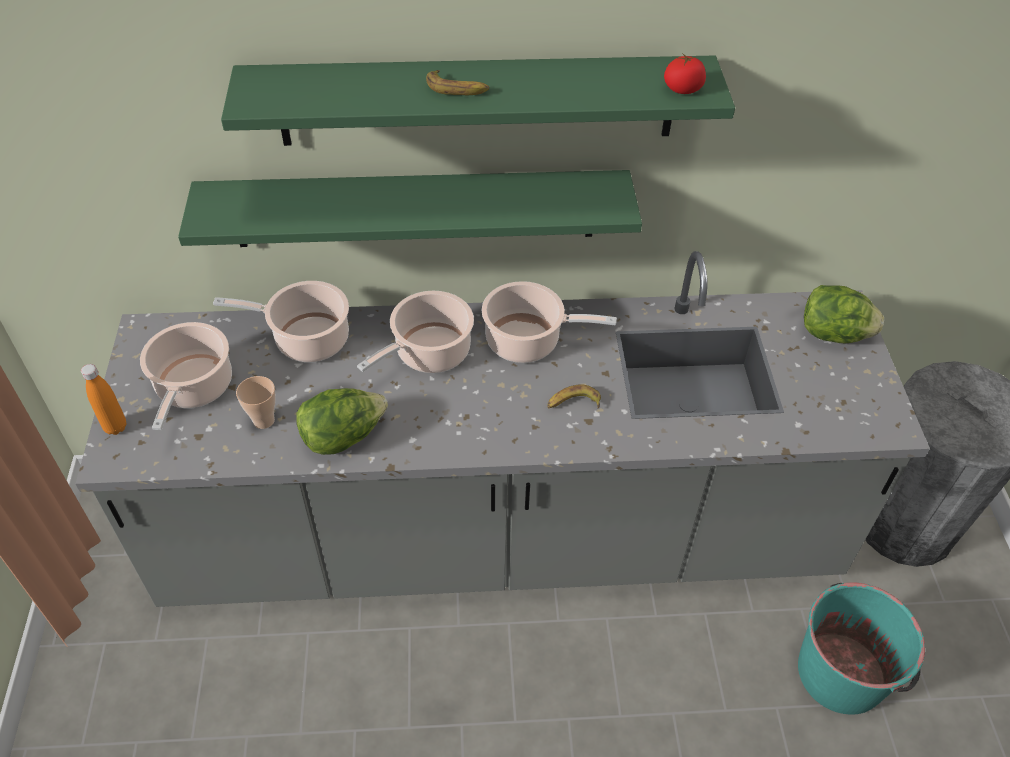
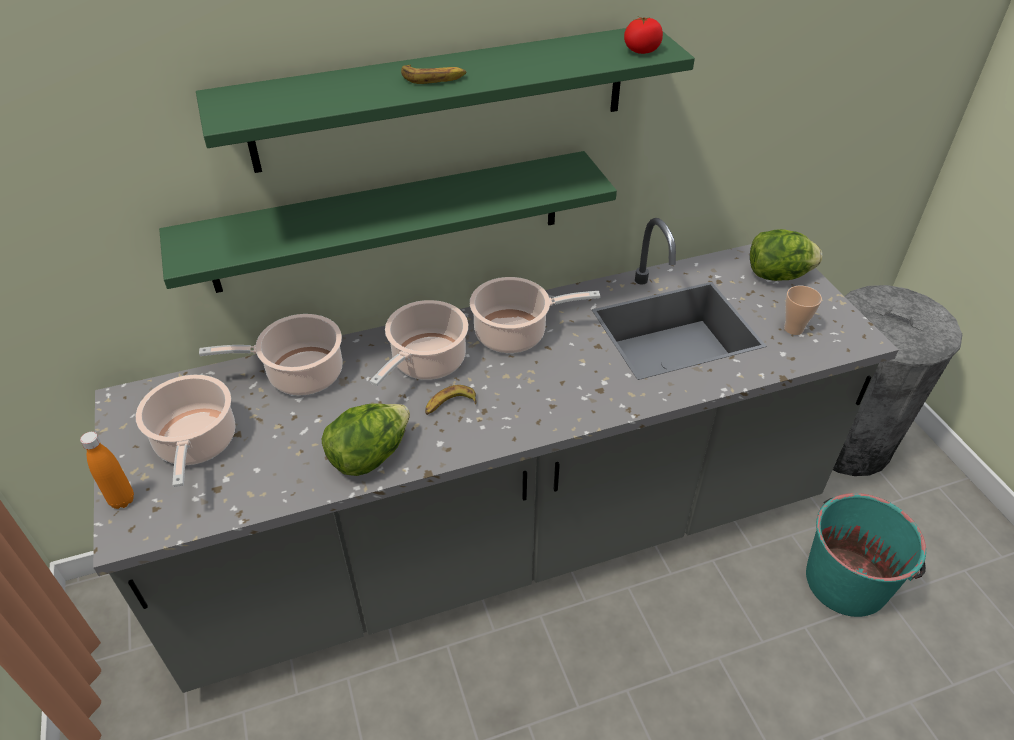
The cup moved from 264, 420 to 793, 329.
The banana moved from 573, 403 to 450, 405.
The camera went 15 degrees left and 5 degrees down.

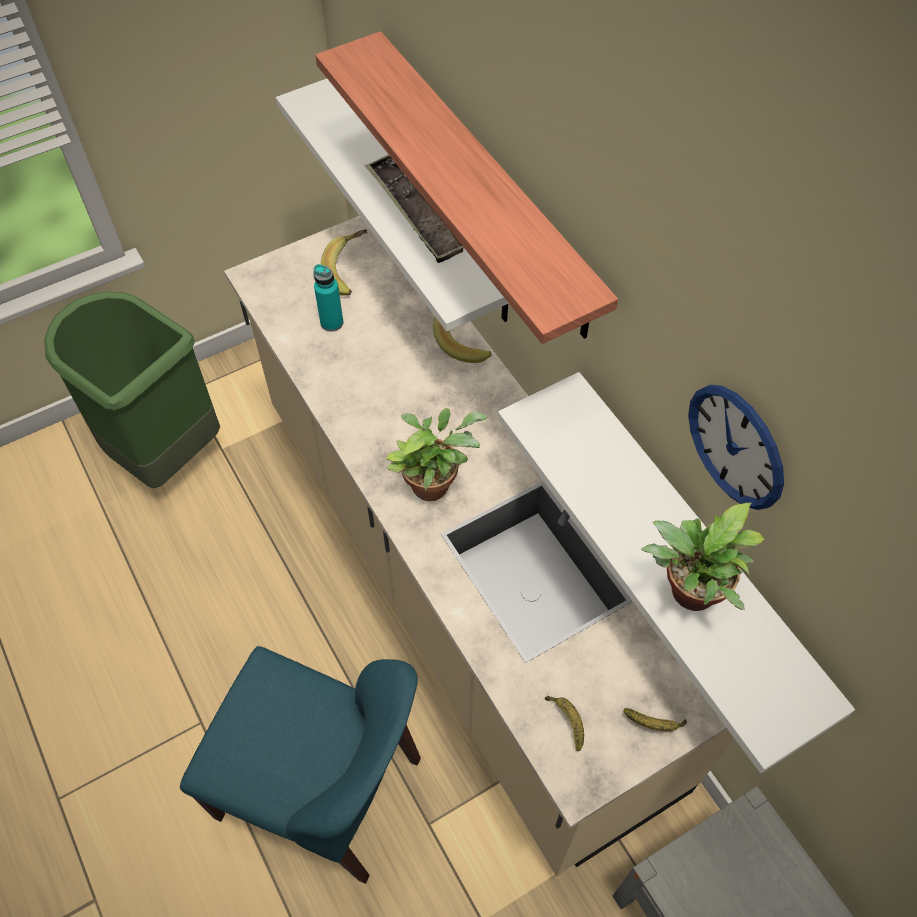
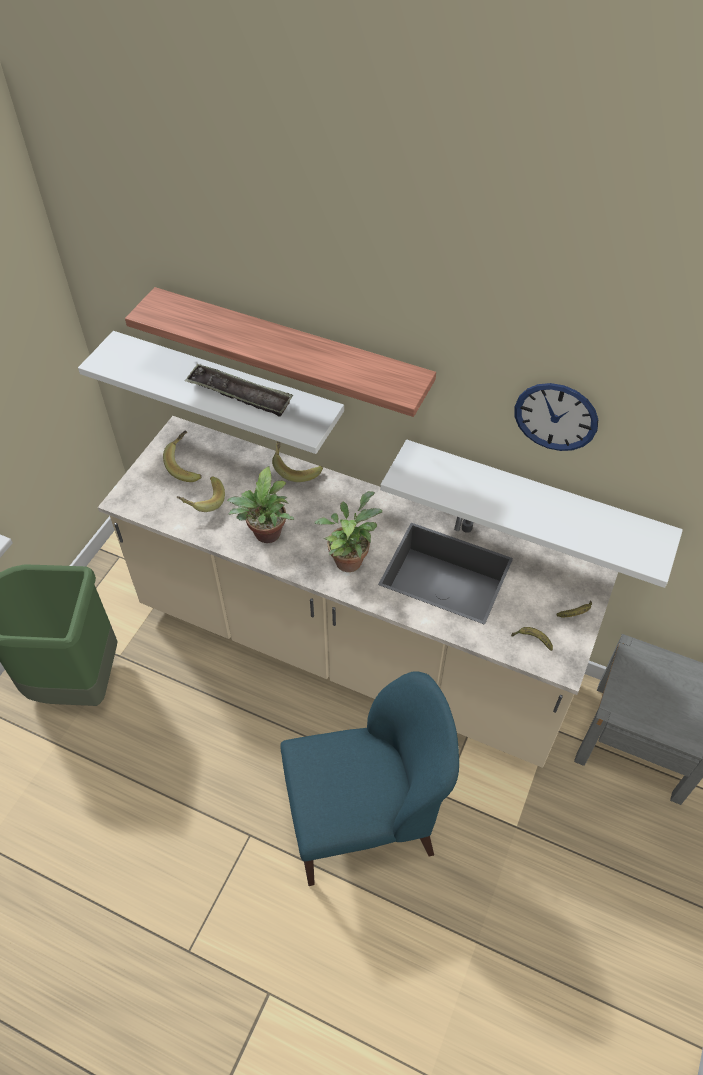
The blue-green drink bottle at 332, 322 was replaced by the banana at 202, 501.
The houseplant moved from 688, 595 to 266, 536.
The camera went 35 degrees left and 5 degrees down.

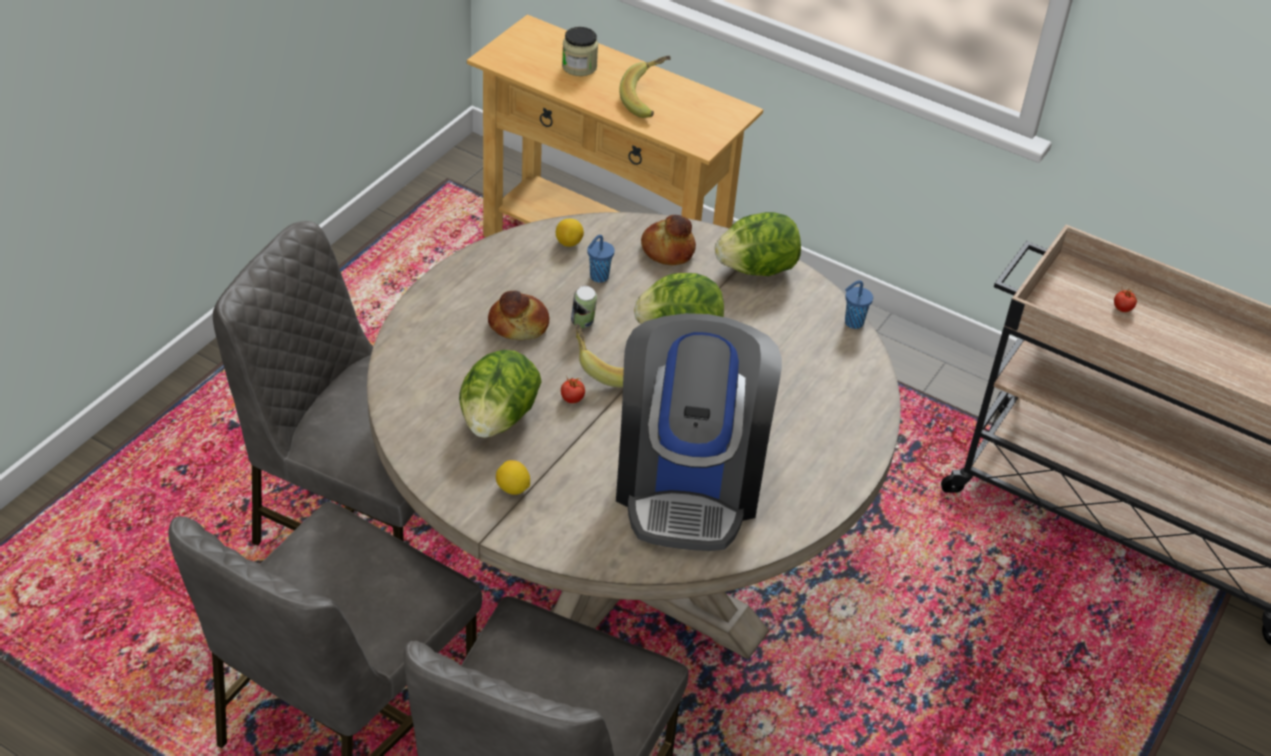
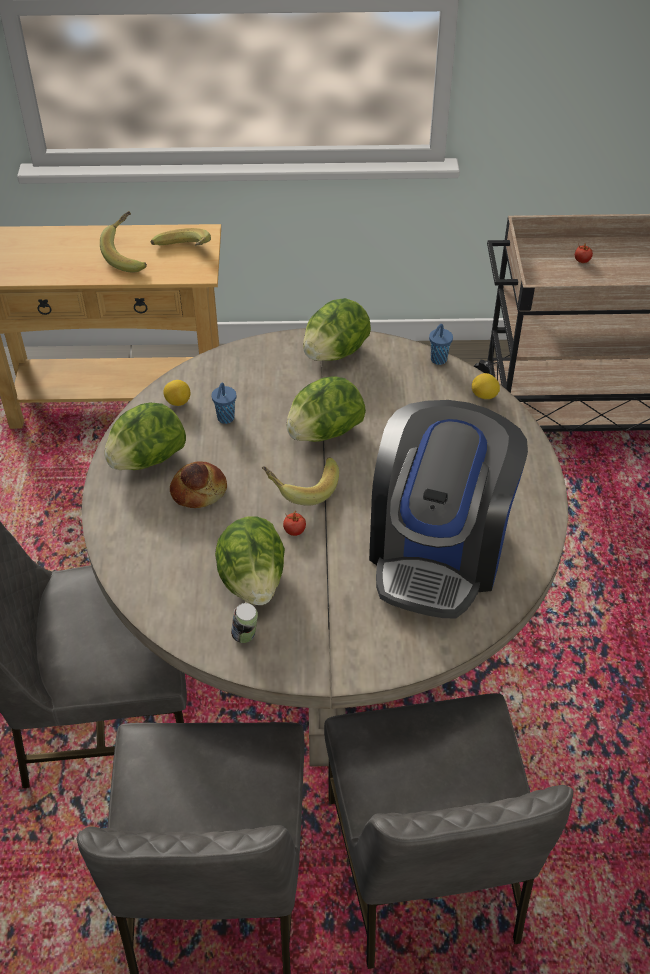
The whole lemon moved from 512, 489 to 484, 396.
The storage jar at 579, 67 disappeared.
The sealed can moved from 583, 324 to 245, 636.
The coffee machine at 689, 482 turned 45 degrees clockwise.
The baked bread at 667, 250 disappeared.
The head of lettuce at 147, 459 appeared.
The banana at 183, 254 appeared.
The camera went 30 degrees left and 5 degrees up.

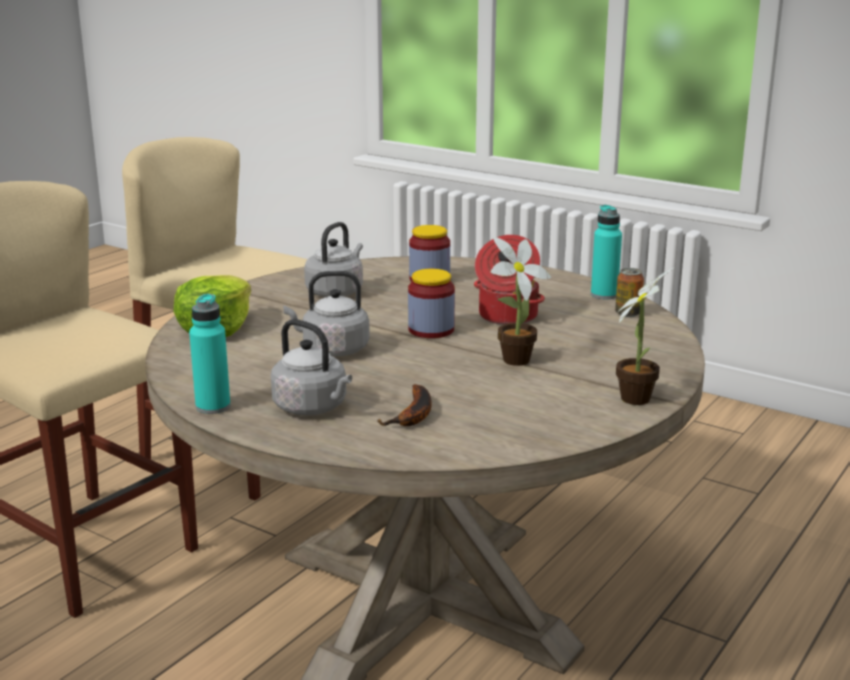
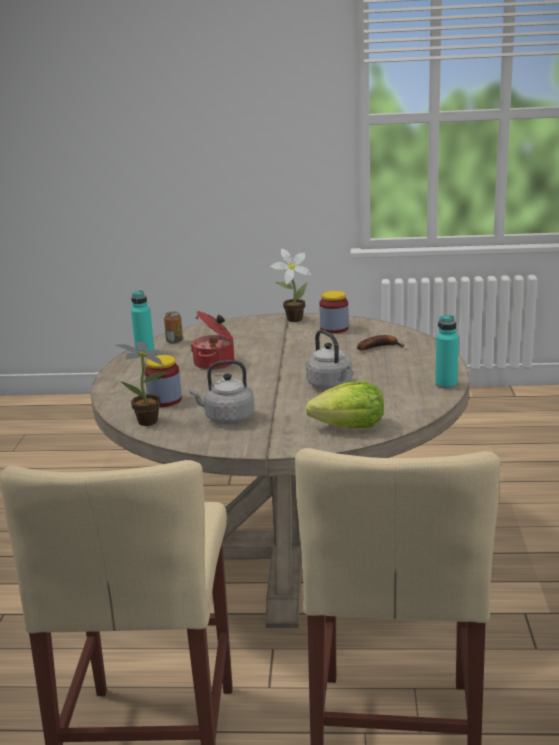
The grey kettle at 313, 408 disappeared.
The storage jar moved from 431, 330 to 334, 329.
The houseplant moved from 512, 361 to 151, 422.
The camera went 120 degrees left and 0 degrees up.

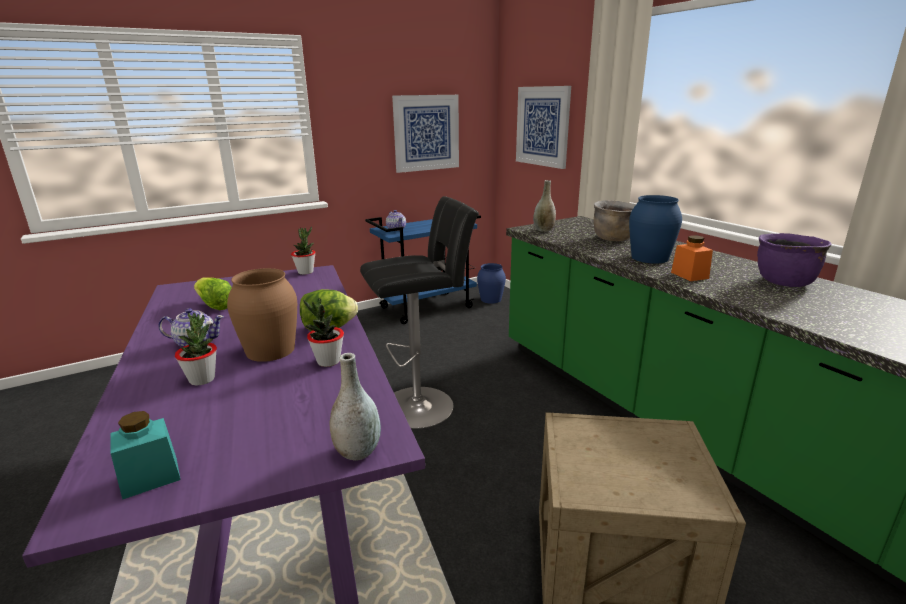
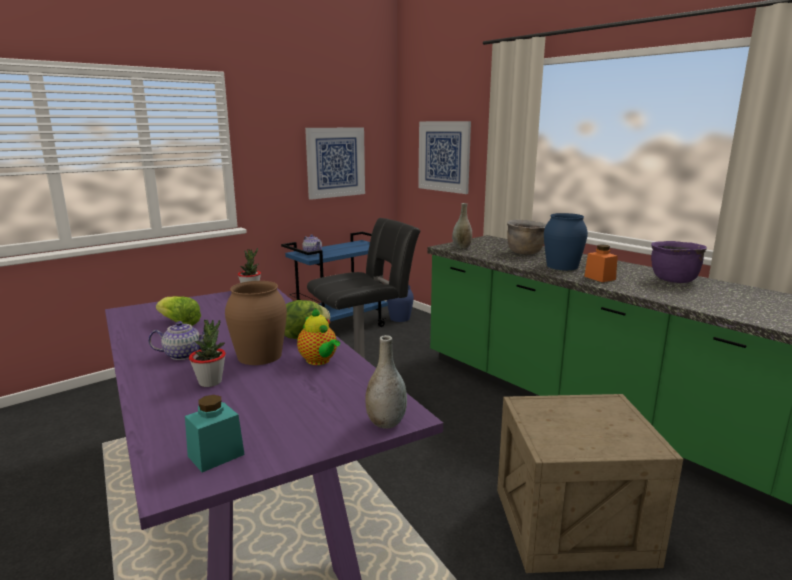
The houseplant at 328, 361 was replaced by the teapot at 319, 361.
The camera went 10 degrees left and 5 degrees down.

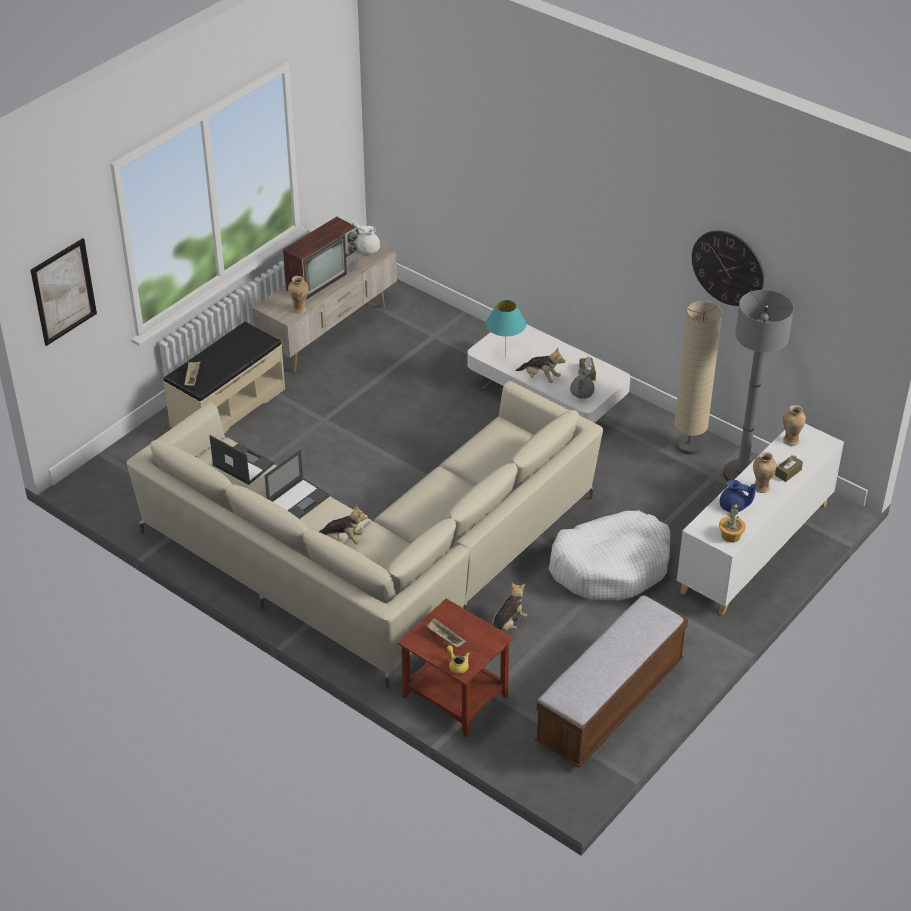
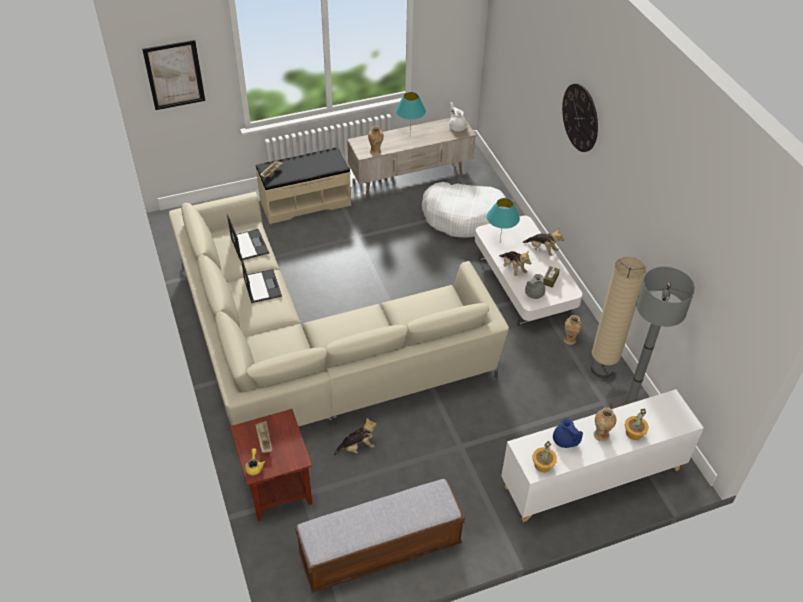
The portable computer at 298, 499 turned 90 degrees counterclockwise.
The TV at 323, 277 was replaced by the blue-green tabletop lamp at 410, 136.
The cuddly toy moved from 341, 541 to 542, 250.
The whitish dog cushion moved from 611, 566 to 464, 217.
The hanging clock moved from 728, 267 to 580, 117.
The brown-coloured tissue holder at 788, 472 was replaced by the houseplant at 634, 432.
The decorative vase moved from 790, 440 to 569, 340.
The camera went 30 degrees right and 5 degrees up.

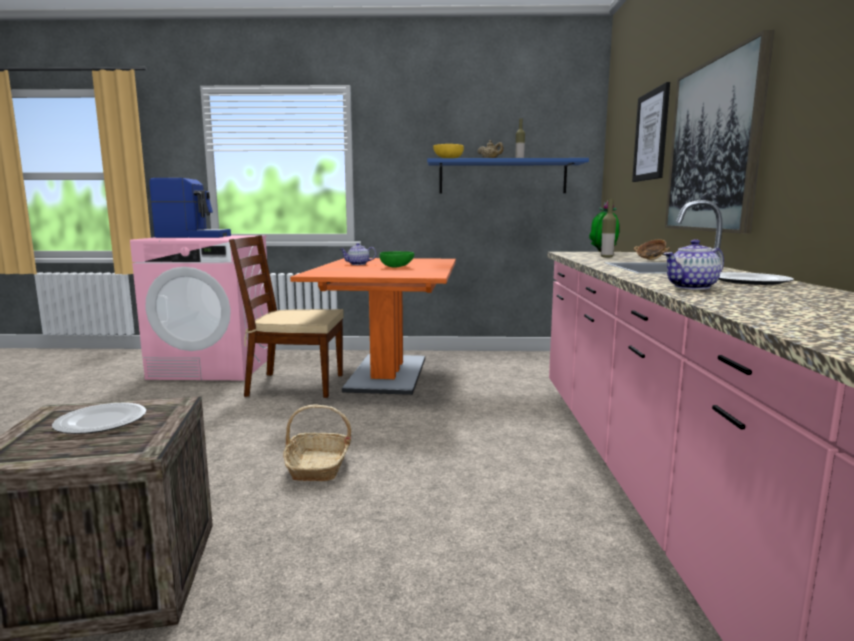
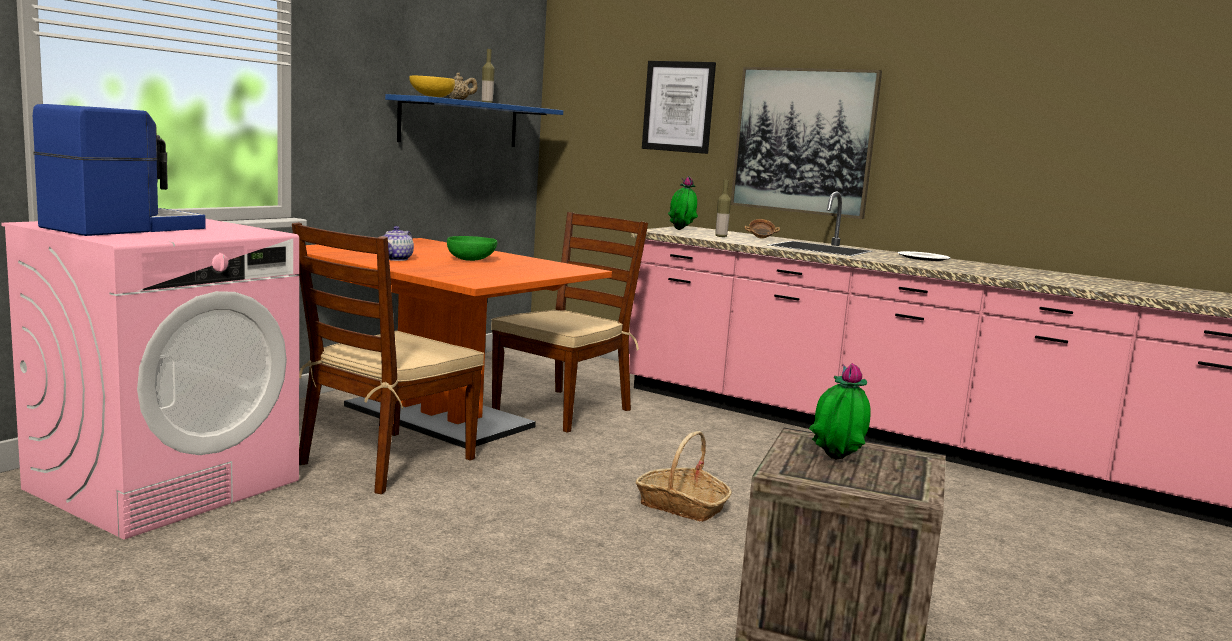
The dinner plate at 100, 422 was replaced by the houseplant at 836, 461.
The teapot at 692, 287 disappeared.
The brown-coloured plain chair at 563, 409 appeared.
The camera went 60 degrees left and 0 degrees up.

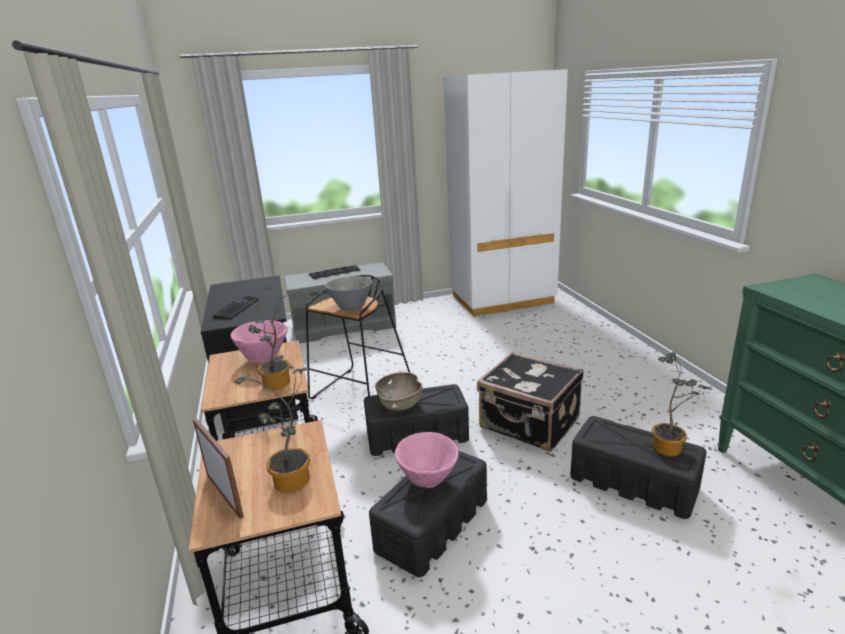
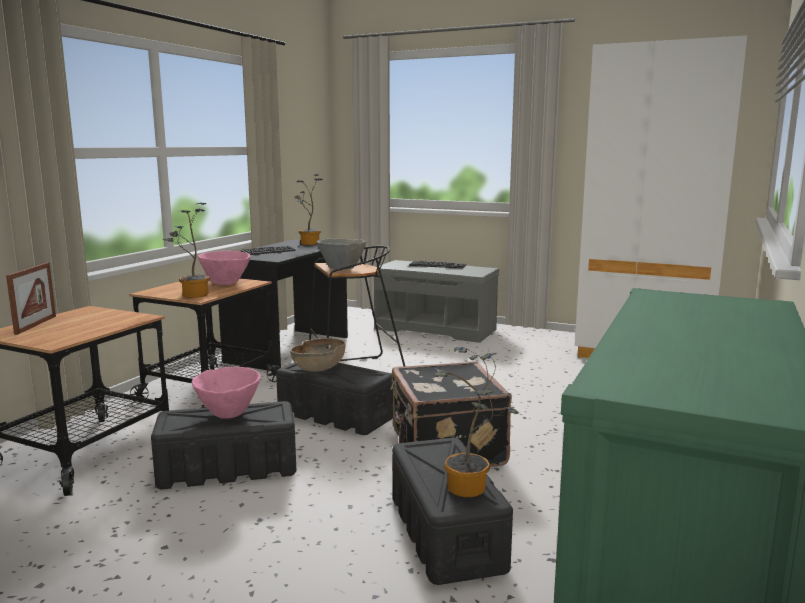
The houseplant moved from 292, 485 to 308, 244.
The camera went 40 degrees right and 10 degrees down.

